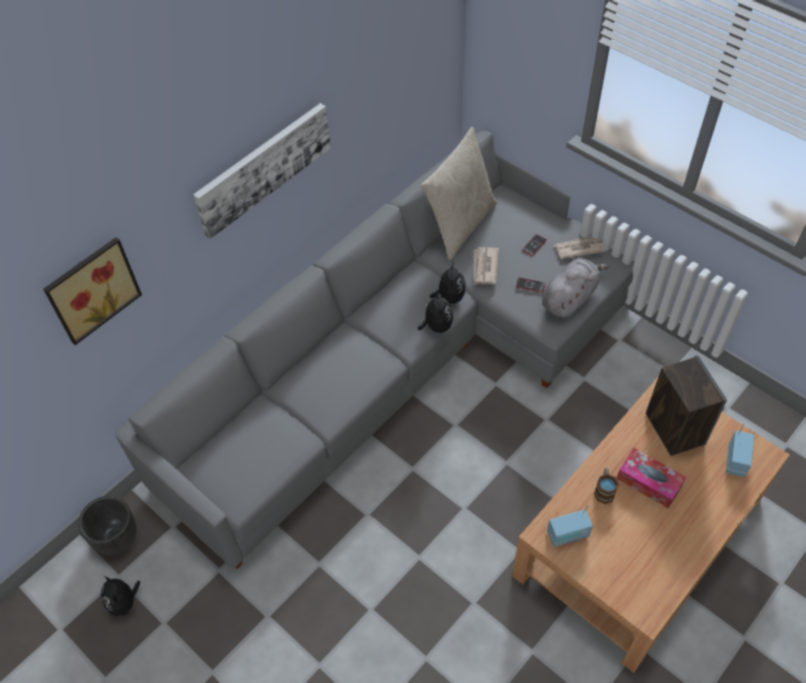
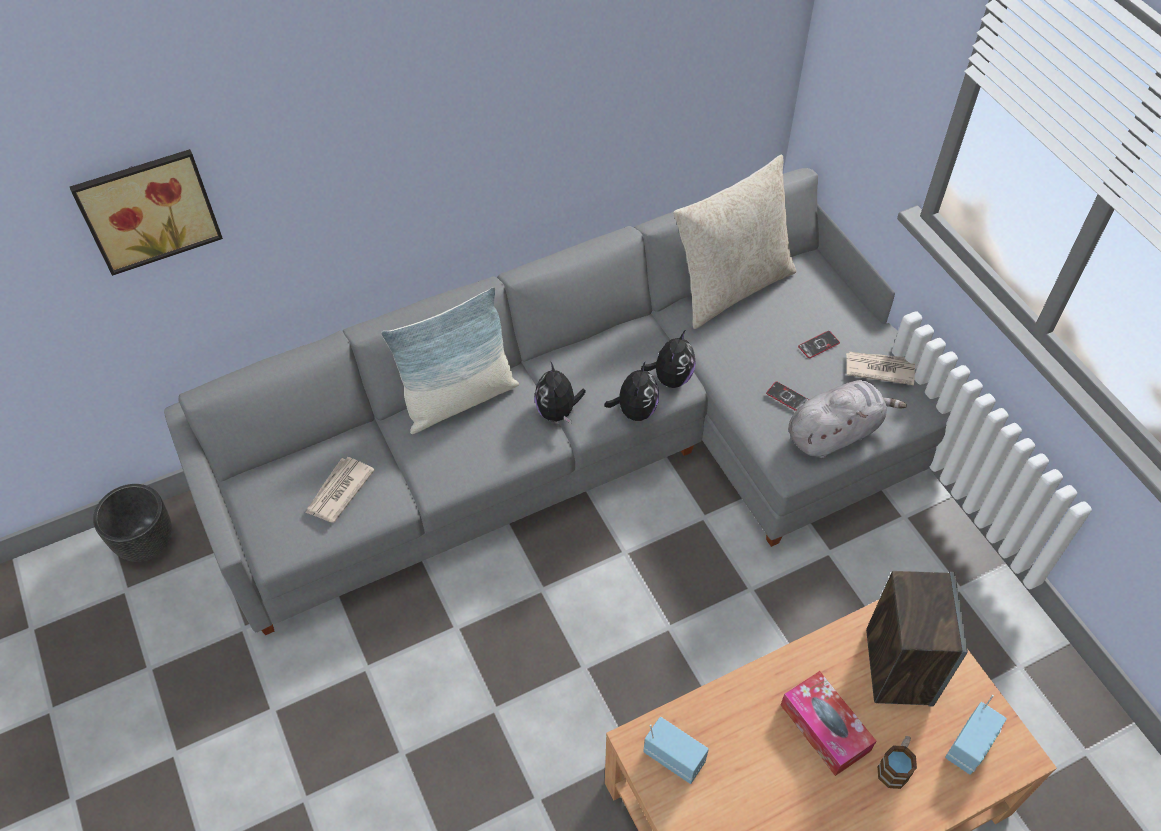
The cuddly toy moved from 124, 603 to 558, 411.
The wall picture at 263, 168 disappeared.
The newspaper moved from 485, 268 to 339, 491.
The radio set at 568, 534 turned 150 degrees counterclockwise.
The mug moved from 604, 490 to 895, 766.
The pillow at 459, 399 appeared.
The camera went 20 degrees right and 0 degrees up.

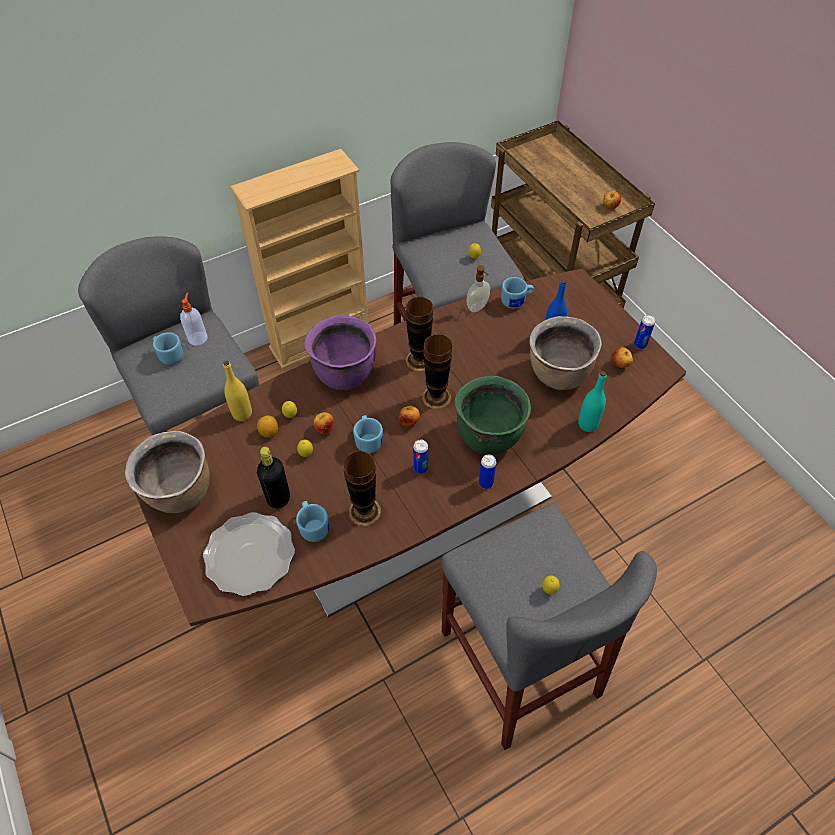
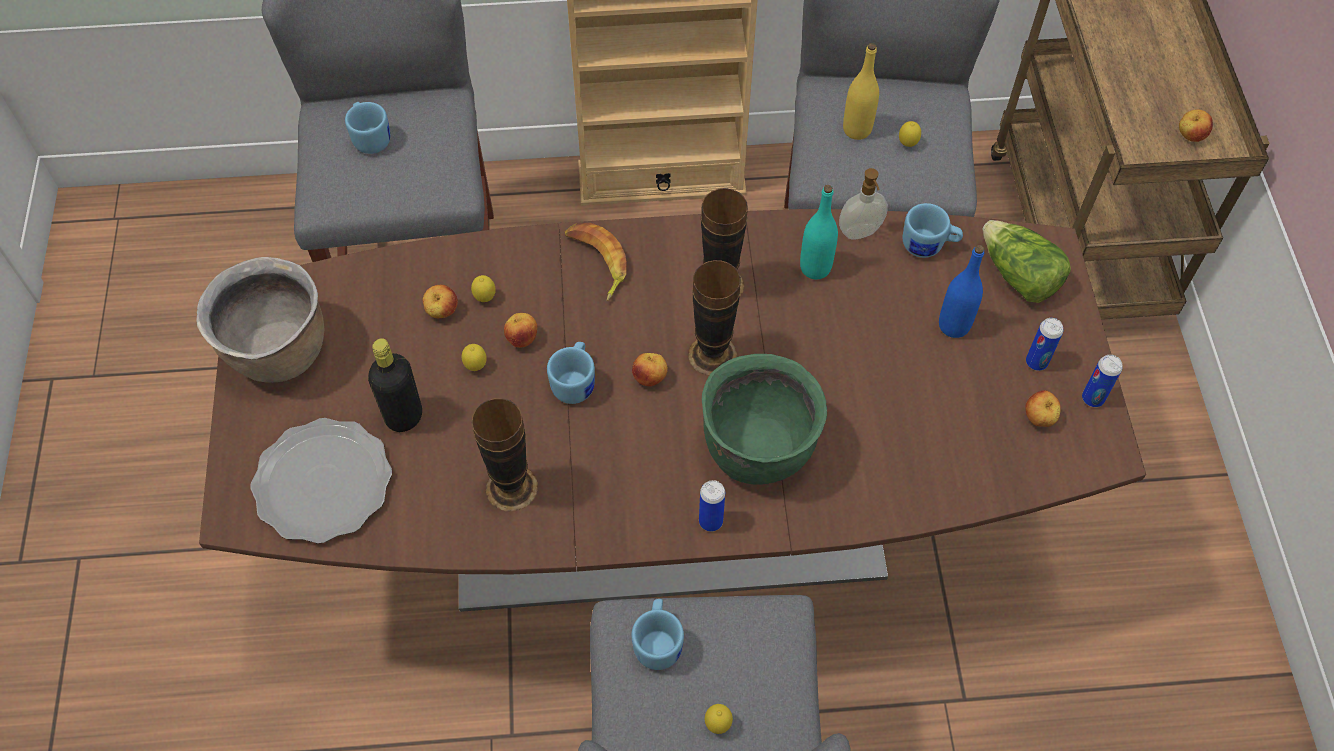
The soap bottle at 198, 338 disappeared.
The yellowish drink bottle moved from 242, 414 to 857, 129.
The whole lemon at 269, 432 was replaced by the apple at 442, 312.
The blue mug moved from 313, 526 to 659, 641.
The purplish stockpot at 344, 373 was replaced by the banana at 596, 262.
The sealed can moved from 420, 468 to 1036, 362.
The brown-coloured stockpot at 558, 374 disappeared.
The blue-green drink bottle moved from 587, 424 to 815, 268.
The head of lettuce at 1018, 276 appeared.
The camera went 25 degrees right and 5 degrees up.

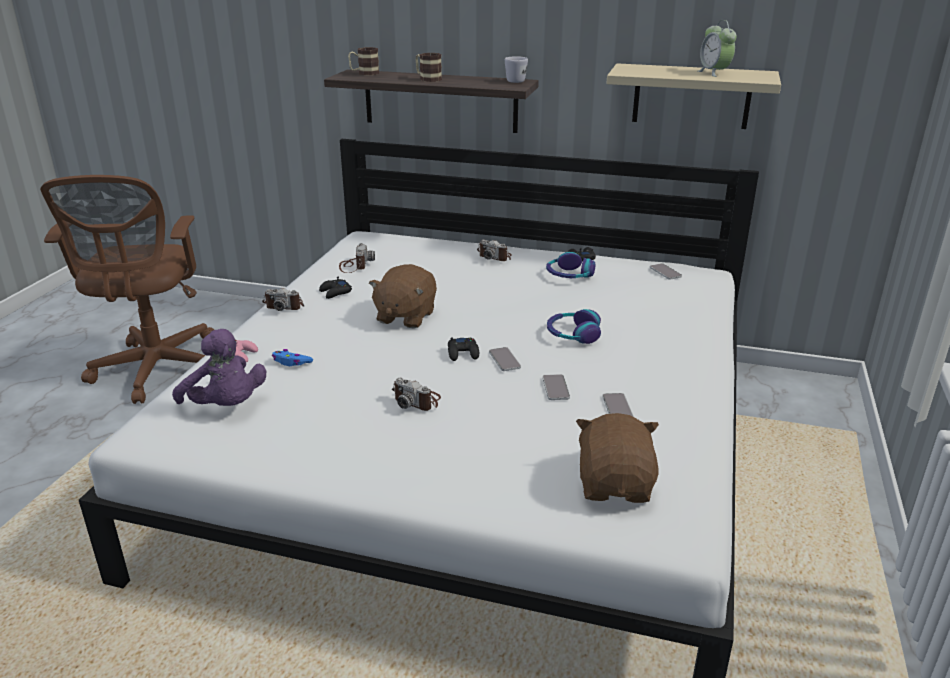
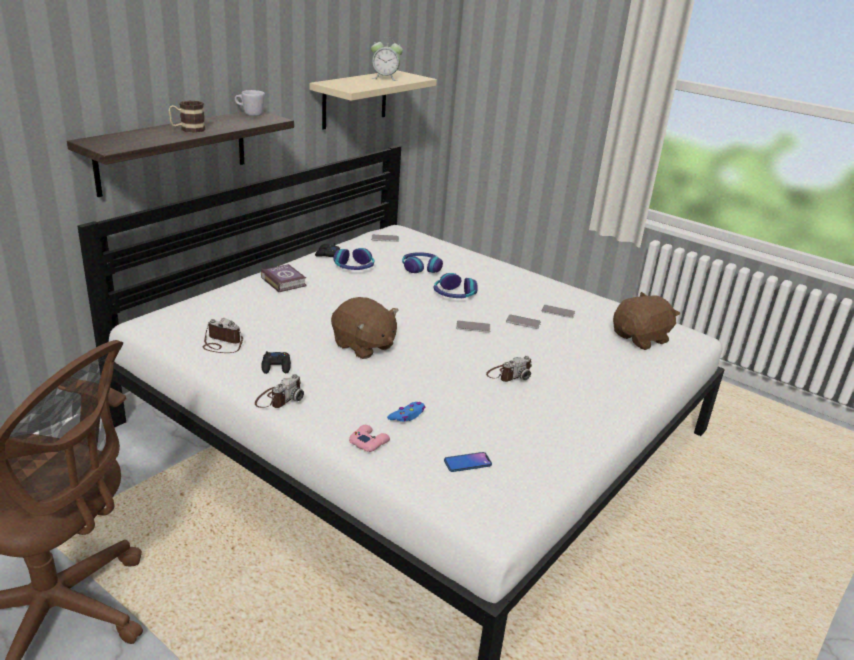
The purplish cuddly toy at 226, 406 was replaced by the handset at 467, 463.
The mug at 364, 73 disappeared.
The blackish joypad at 463, 353 disappeared.
The photo camera at 495, 256 was replaced by the volume at 284, 281.
The brown-coloured cuddly toy at 615, 485 turned 120 degrees clockwise.
The pair of headphones at 421, 268 appeared.
The camera went 70 degrees left and 0 degrees up.

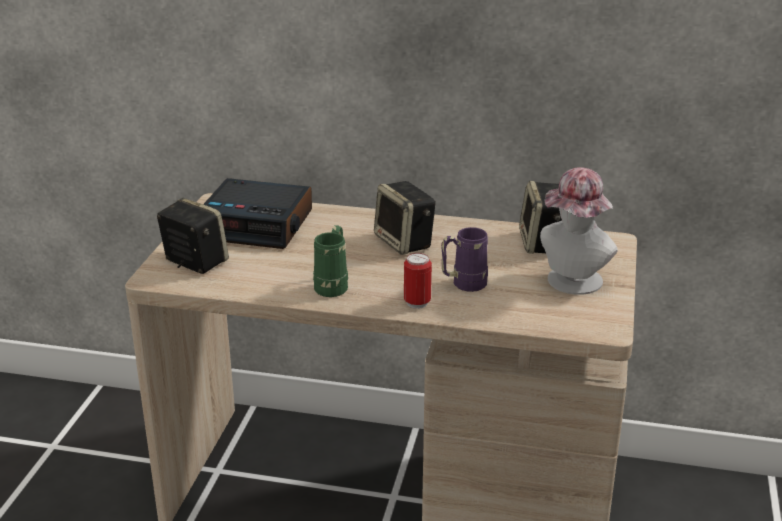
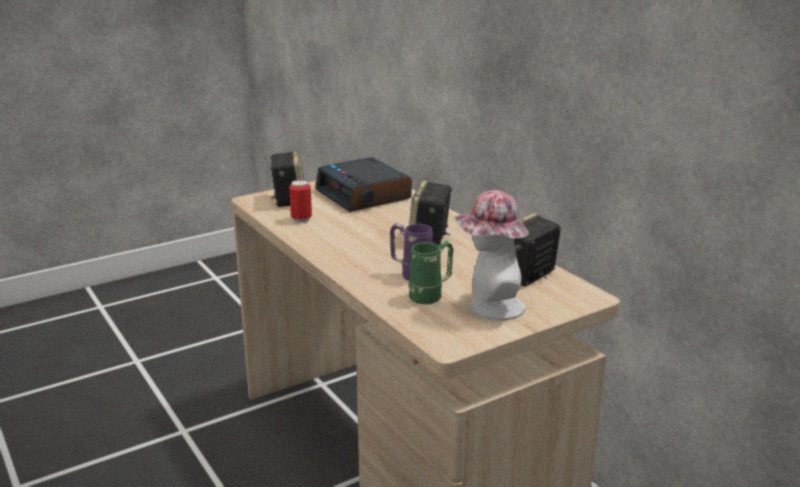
The green-coloured mug moved from 333, 285 to 431, 295.
The sealed can moved from 417, 303 to 301, 219.
The camera went 45 degrees right and 5 degrees down.

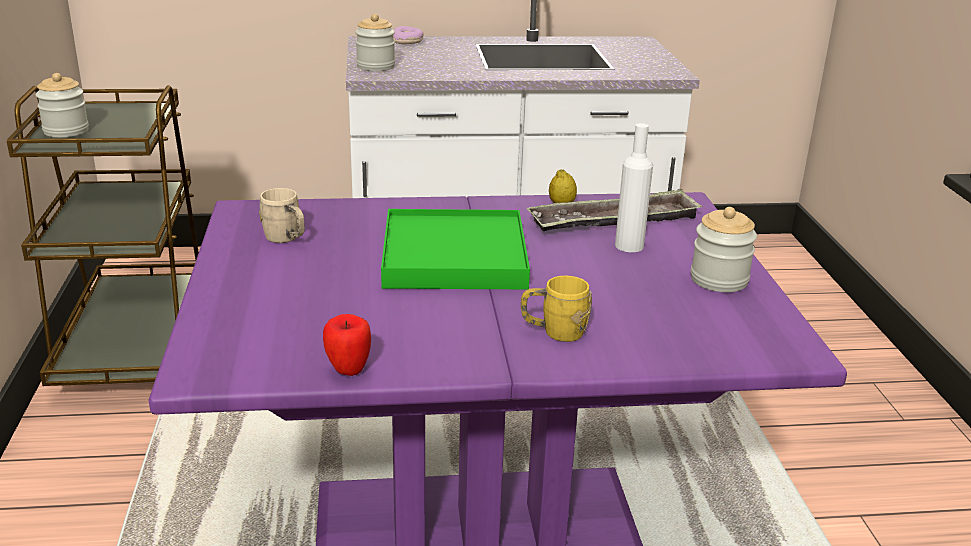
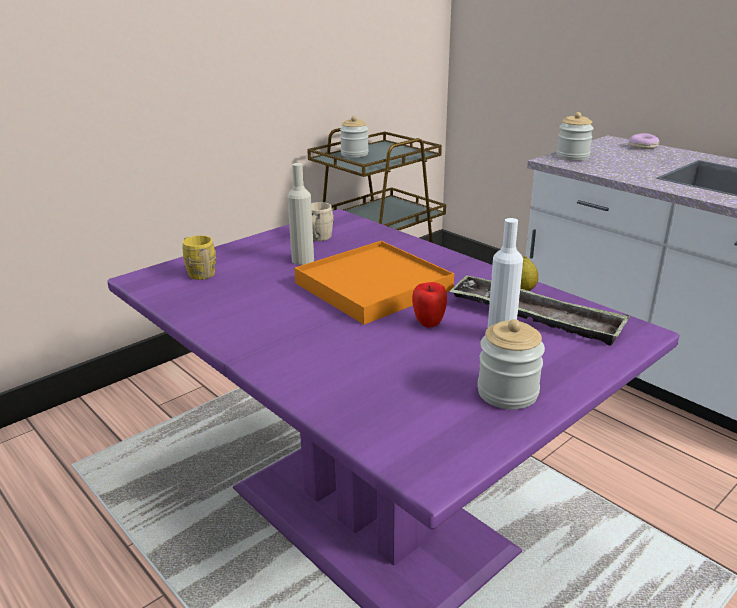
The apple moved from 348, 370 to 428, 323.
The green-coloured carrying tray at 454, 257 became the orangey carrying tray at 372, 286.
The yellowish mug moved from 554, 332 to 199, 272.
The beige-coloured drink bottle at 302, 260 appeared.
The camera went 55 degrees right and 0 degrees up.

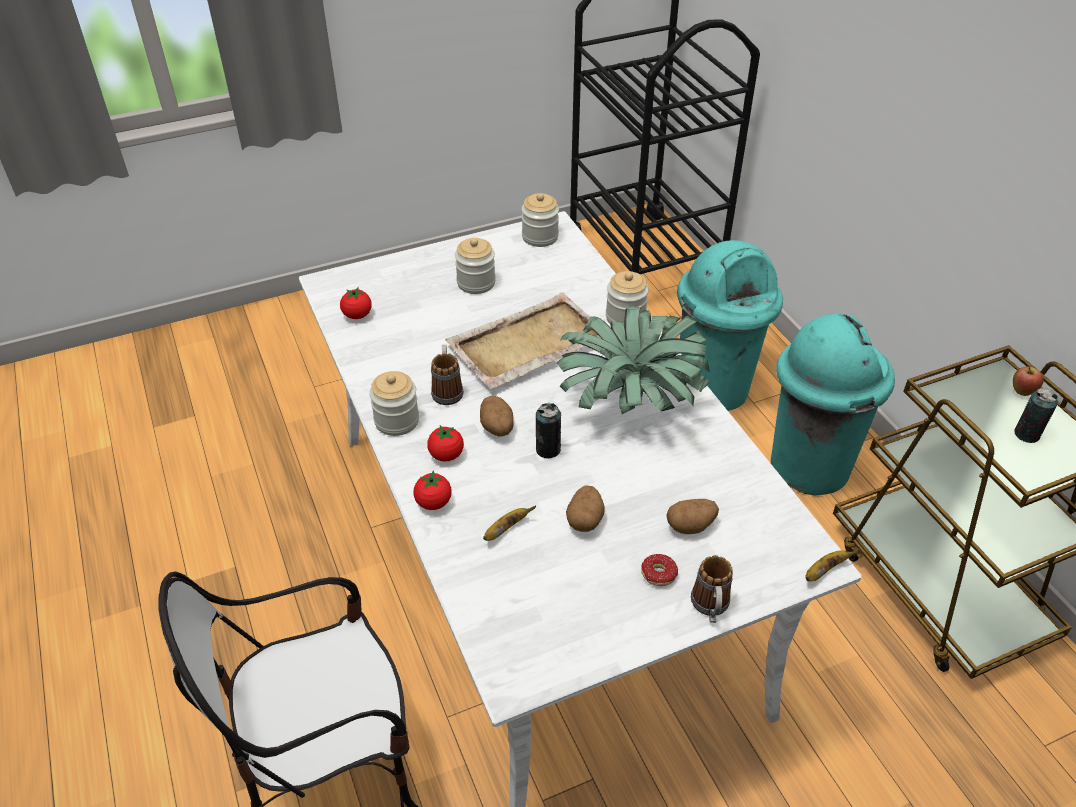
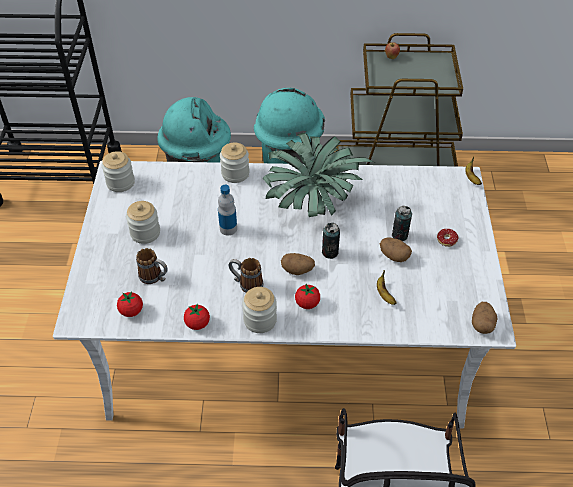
The tomato moved from 433, 502 to 197, 323.
The beige-coloured carrying tray at 527, 344 was replaced by the drink bottle at 228, 228.
The whole potato moved from 690, 525 to 482, 324.
The mug moved from 710, 608 to 155, 277.
The sealed can moved from 1026, 434 to 399, 235.
The camera went 65 degrees left and 5 degrees up.

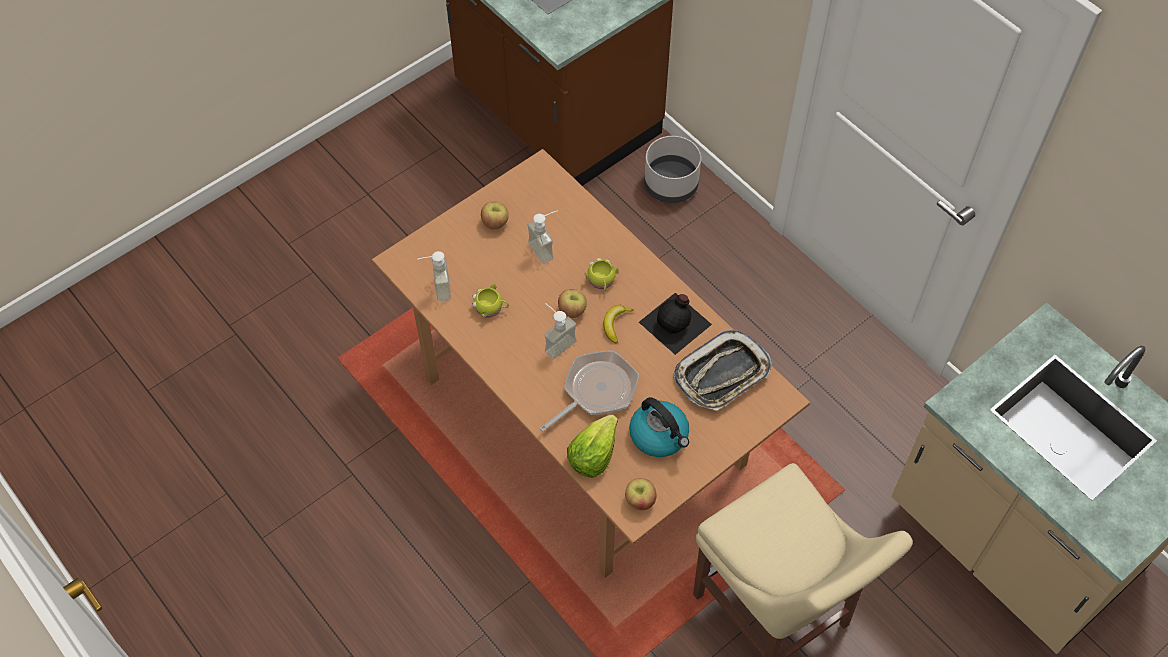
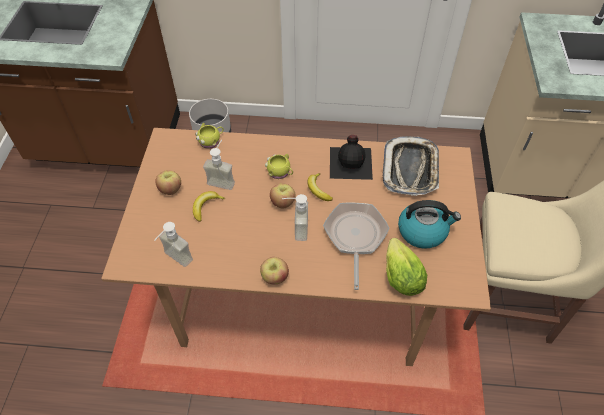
The yellowish mug moved from 491, 308 to 211, 141.
The apple moved from 640, 501 to 274, 277.
The banana at 206, 207 appeared.
The camera went 45 degrees left and 5 degrees down.

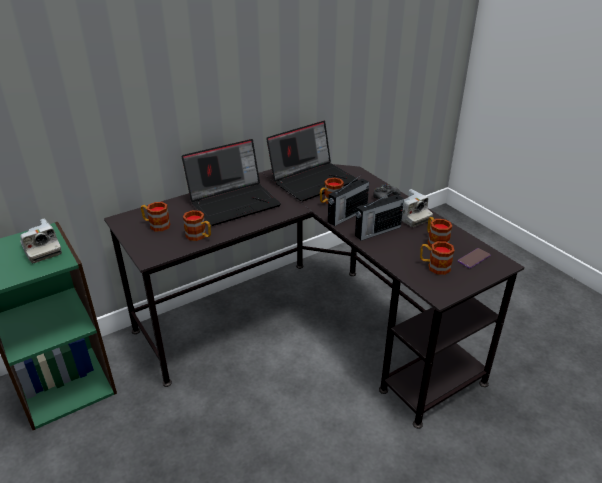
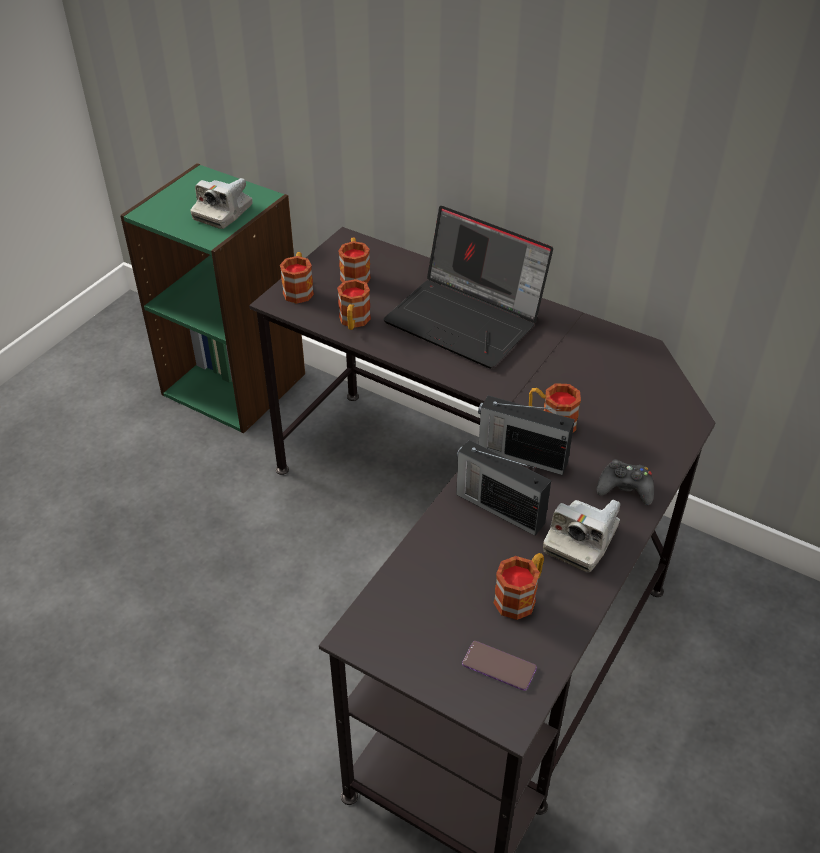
The portable computer at 313, 180 disappeared.
The mug moved from 434, 266 to 299, 289.
The camera went 65 degrees right and 10 degrees up.

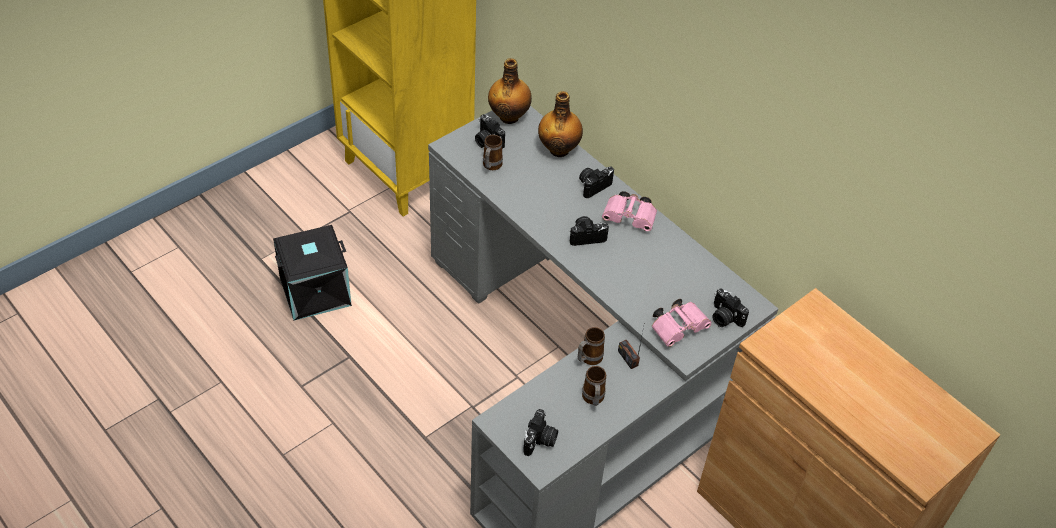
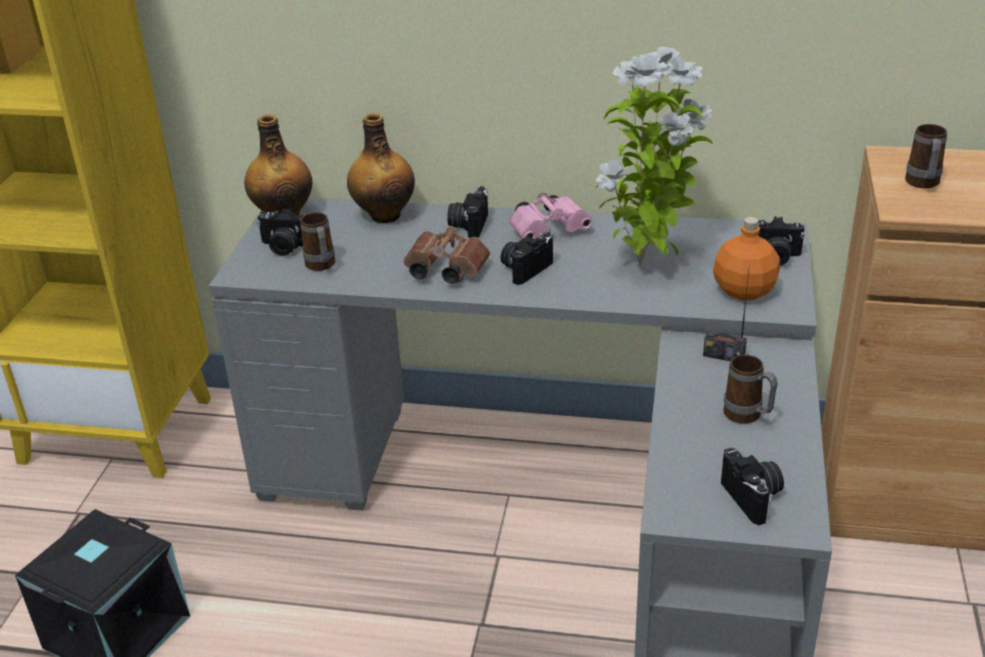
The mug moved from 588, 359 to 923, 184.
The pink-coloured pair of binoculars at 679, 328 was replaced by the orangey drink bottle at 743, 290.
The brown-coloured pair of binoculars at 443, 271 appeared.
The houseplant at 644, 265 appeared.
The camera went 35 degrees left and 15 degrees down.

